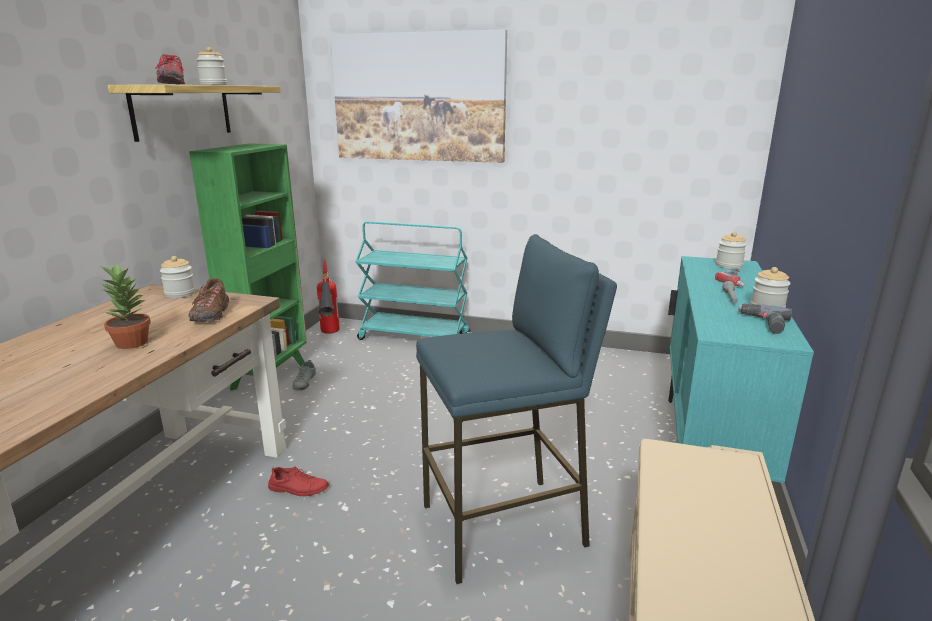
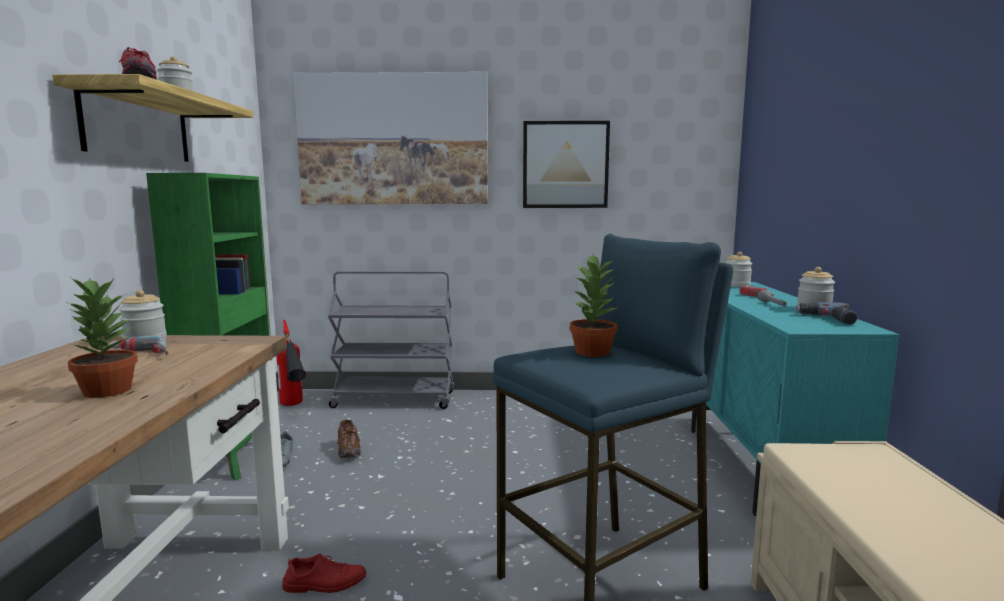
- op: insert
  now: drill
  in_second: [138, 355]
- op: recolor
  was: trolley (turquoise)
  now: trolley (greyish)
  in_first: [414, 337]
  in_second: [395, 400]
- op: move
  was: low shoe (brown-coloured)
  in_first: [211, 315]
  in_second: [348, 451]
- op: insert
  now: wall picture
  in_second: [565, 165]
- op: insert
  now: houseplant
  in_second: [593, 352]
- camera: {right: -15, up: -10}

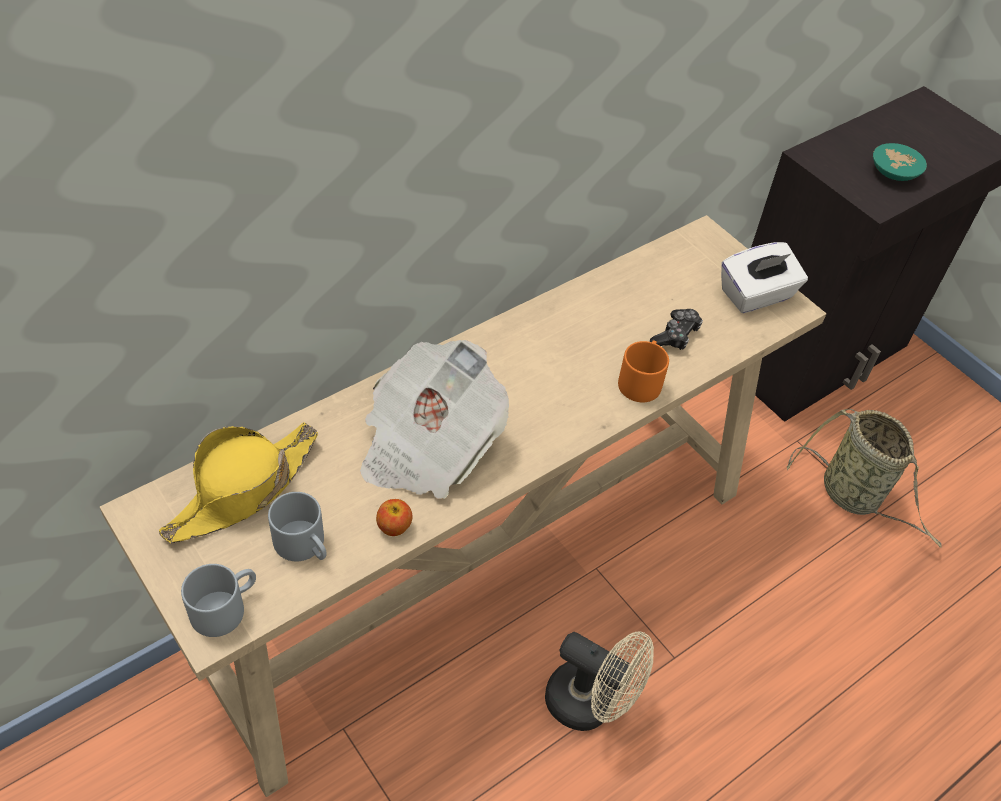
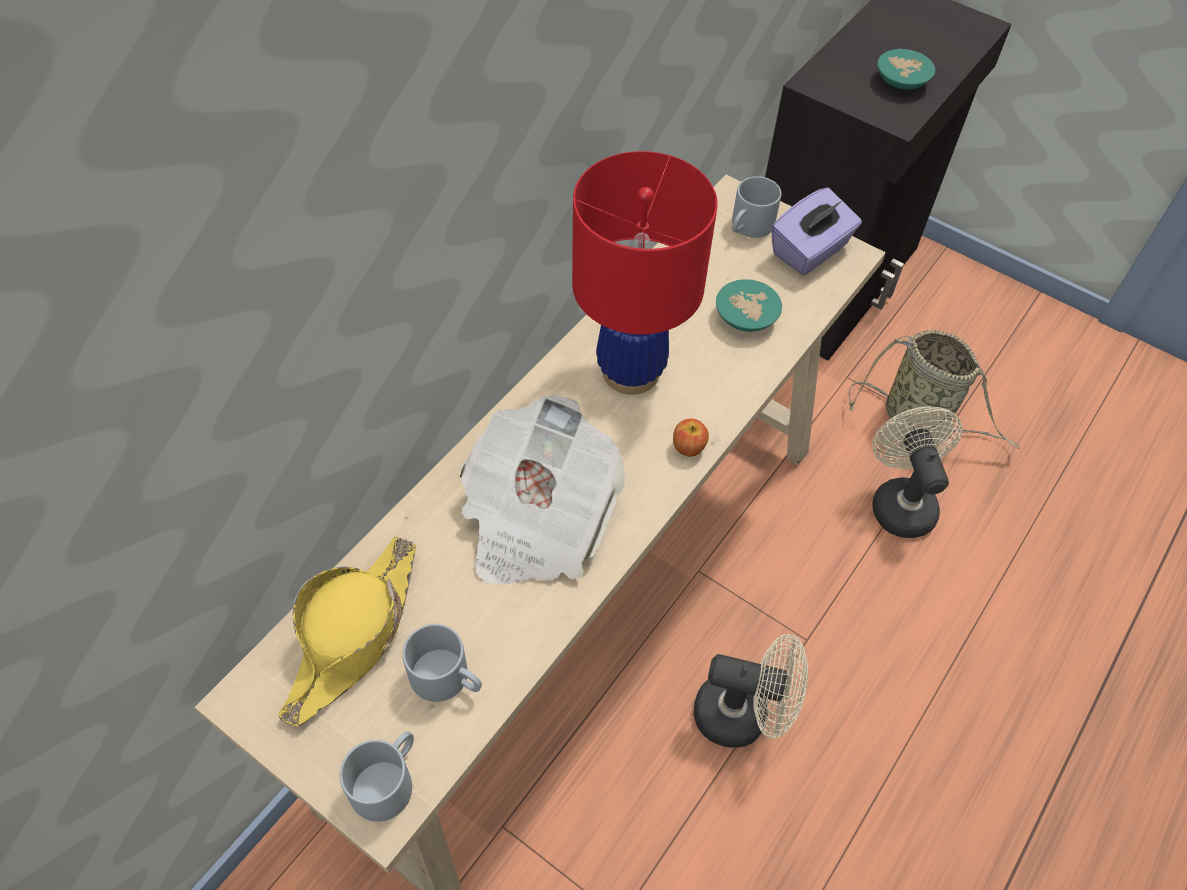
- op: insert
  now: tabletop lamp (reddish)
  in_second: [630, 371]
- op: move
  was: apple fruit
  in_first: [394, 526]
  in_second: [689, 447]
- op: replace
  was: gamepad
  now: serving bowl (turquoise)
  in_first: [676, 335]
  in_second: [746, 319]
- op: insert
  now: mug (greyish)
  in_second: [749, 227]
- op: recolor
  was: tissue holder (white)
  now: tissue holder (purplish)
  in_first: [756, 295]
  in_second: [810, 251]
- op: insert
  now: cooling fan (sand-coloured)
  in_second: [899, 501]
- op: delete
  was: mug (orange-coloured)
  in_first: [641, 380]
- camera: {right: -15, up: 5}

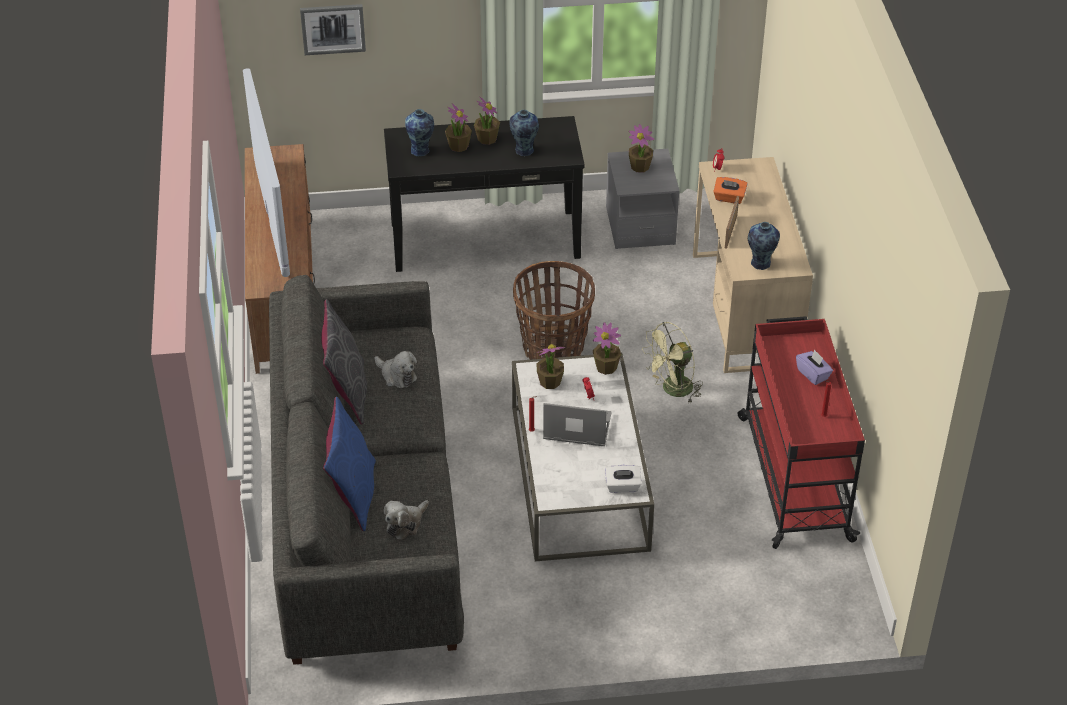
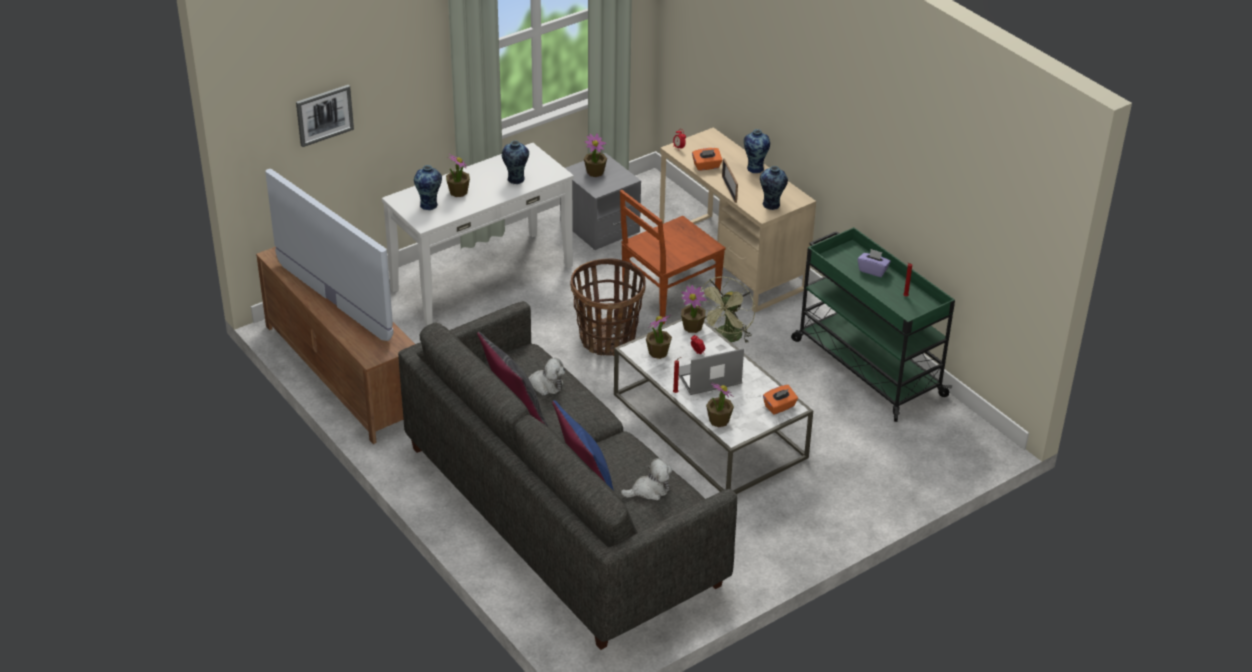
- op: recolor
  was: narrow table (black-coloured)
  now: narrow table (white)
  in_first: [485, 240]
  in_second: [482, 277]
- op: insert
  now: plain chair (brown-coloured)
  in_second: [668, 296]
- op: rotate
  was: plush toy
  in_first: [405, 524]
  in_second: [649, 490]
  clockwise: -120
- op: move
  was: houseplant
  in_first: [487, 139]
  in_second: [718, 420]
- op: insert
  now: vase
  in_second: [755, 168]
- op: recolor
  was: tissue holder (white)
  now: tissue holder (orange-coloured)
  in_first: [622, 487]
  in_second: [779, 407]
- op: recolor
  was: trolley (reddish)
  now: trolley (green)
  in_first: [793, 476]
  in_second: [866, 367]
- camera: {right: -30, up: -5}

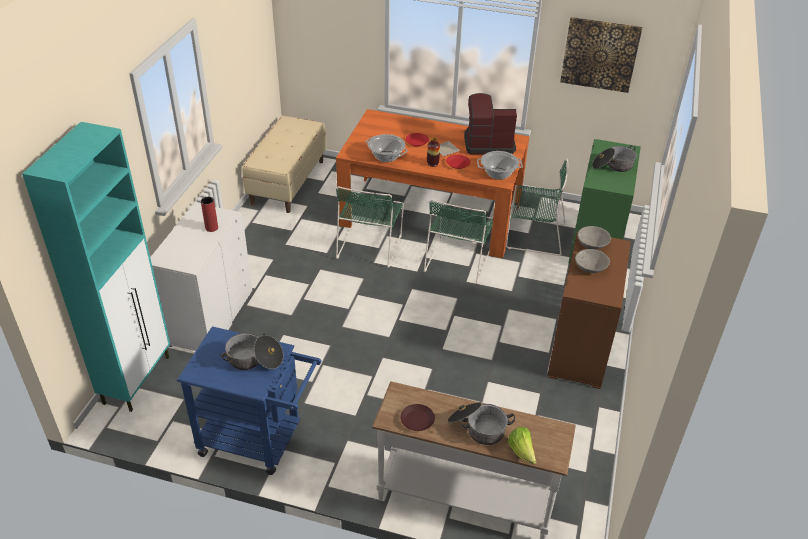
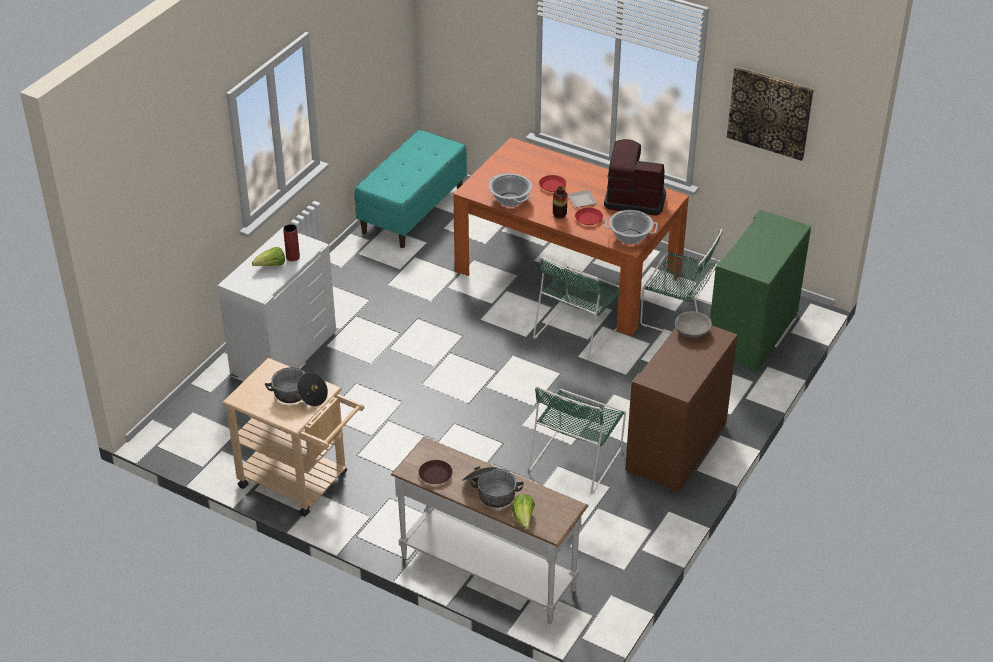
- op: recolor
  was: trolley (blue-coloured)
  now: trolley (sand-coloured)
  in_first: [259, 440]
  in_second: [301, 483]
- op: insert
  now: lettuce head
  in_second: [271, 266]
- op: recolor
  was: bench (sand-coloured)
  now: bench (turquoise)
  in_first: [287, 182]
  in_second: [412, 210]
- op: move
  was: plain chair (green)
  in_first: [370, 245]
  in_second: [577, 458]
- op: delete
  was: cabinet (turquoise)
  in_first: [137, 379]
- op: delete
  was: serving bowl (greyish)
  in_first: [590, 267]
- op: delete
  was: stockpot
  in_first: [613, 166]
- camera: {right: 15, up: 0}

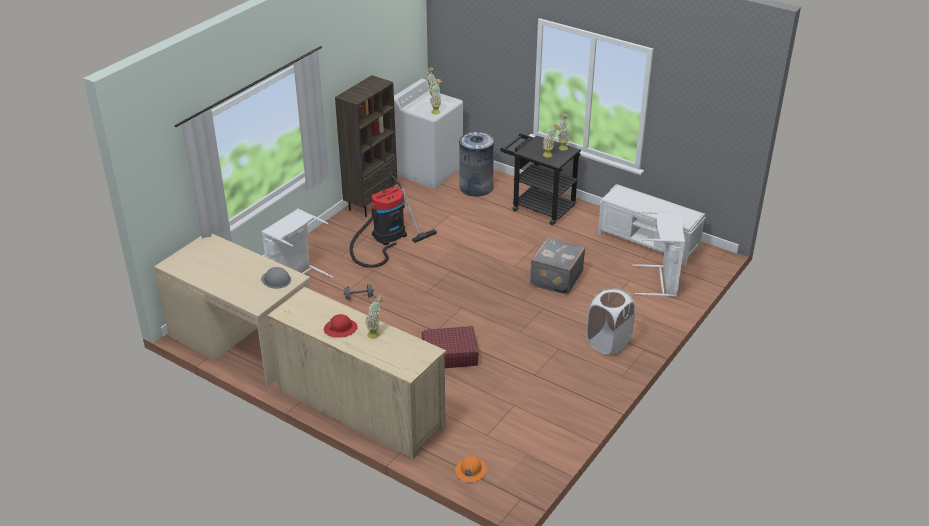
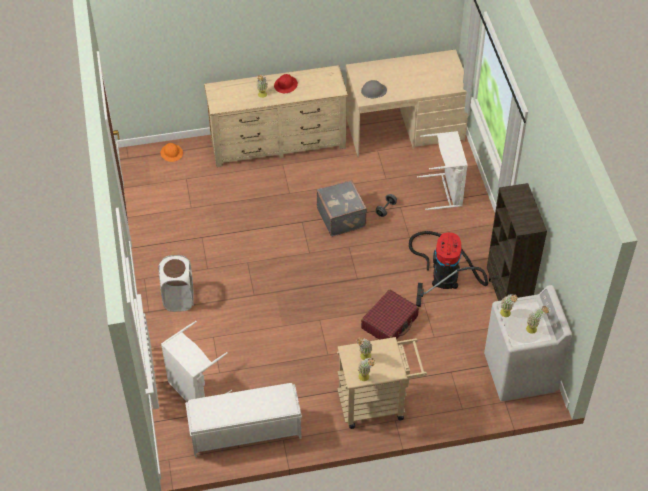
- op: move
  was: piece of luggage (greyish)
  in_first: [555, 278]
  in_second: [342, 217]
- op: recolor
  was: trolley (black-coloured)
  now: trolley (sand-coloured)
  in_first: [538, 207]
  in_second: [377, 403]
- op: move
  was: piece of luggage (reddish)
  in_first: [449, 355]
  in_second: [389, 322]
- op: delete
  was: rubbish bin (greyish)
  in_first: [476, 187]
- camera: {right: 135, up: 15}

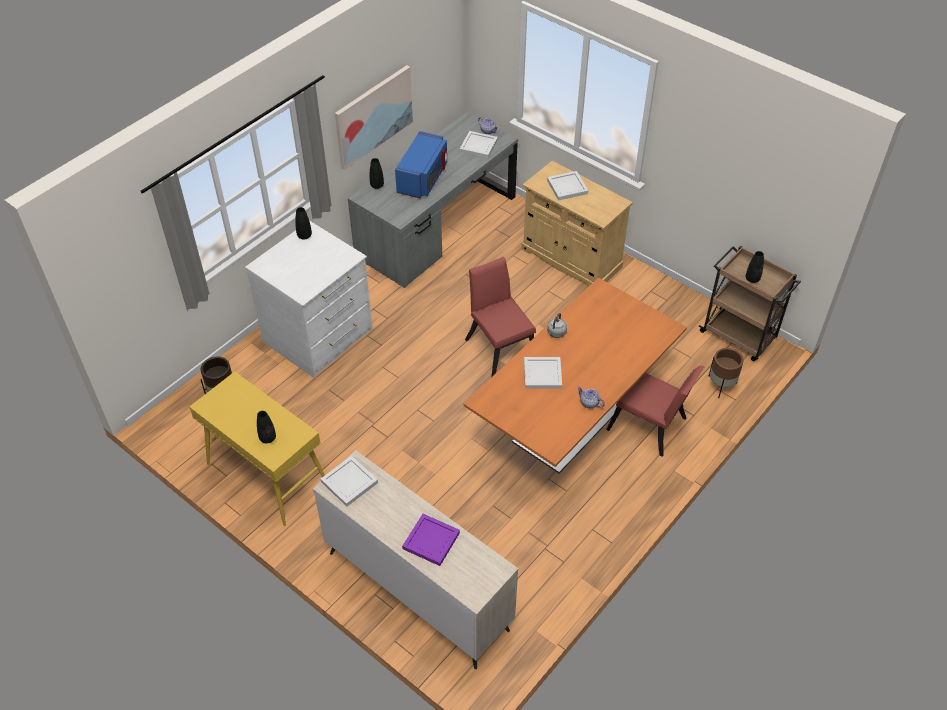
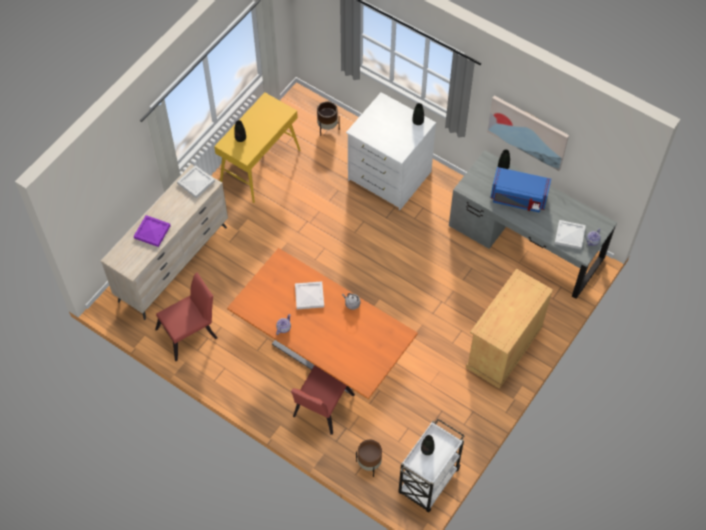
- op: move
  was: plain chair (reddish)
  in_first: [500, 346]
  in_second: [190, 332]
- op: recolor
  was: trolley (brown-coloured)
  now: trolley (white)
  in_first: [739, 336]
  in_second: [428, 482]
- op: delete
  was: serving tray (white)
  in_first: [567, 186]
- camera: {right: 85, up: 10}

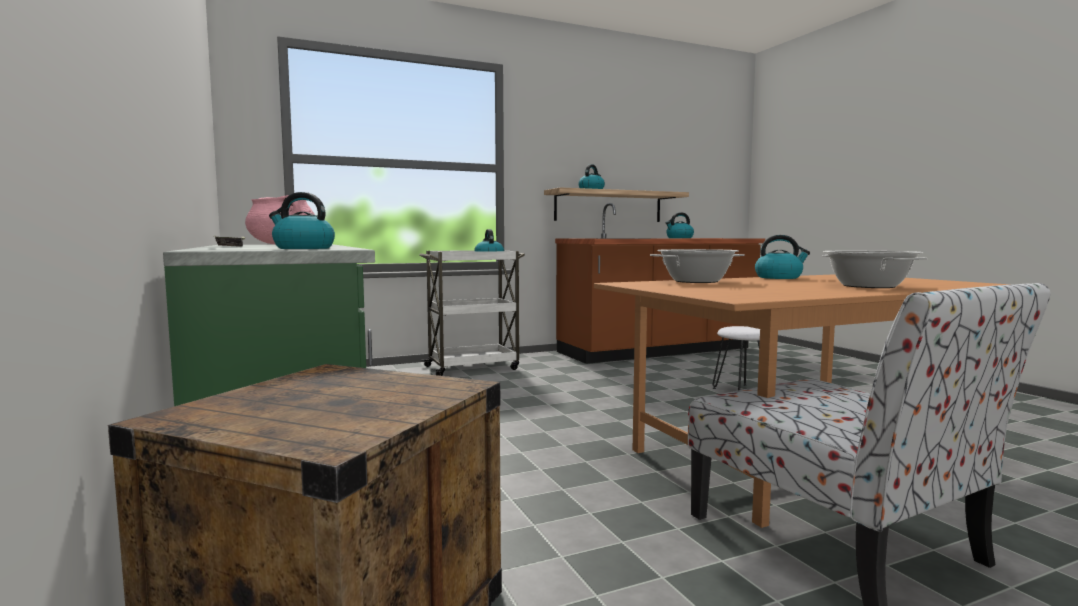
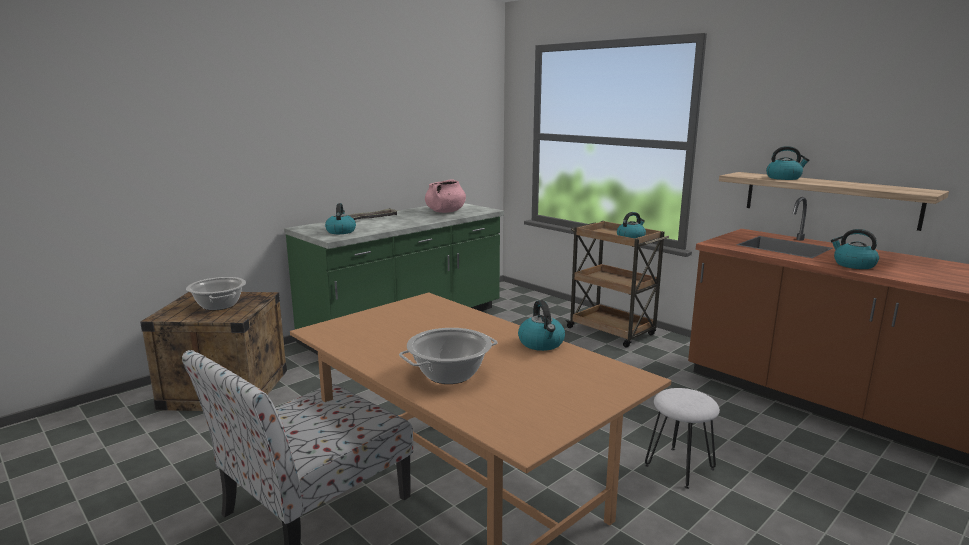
- op: move
  was: stockpot
  in_first: [696, 281]
  in_second: [219, 305]
- op: recolor
  was: trolley (white)
  now: trolley (brown-coloured)
  in_first: [473, 367]
  in_second: [612, 332]
- camera: {right: 70, up: 10}

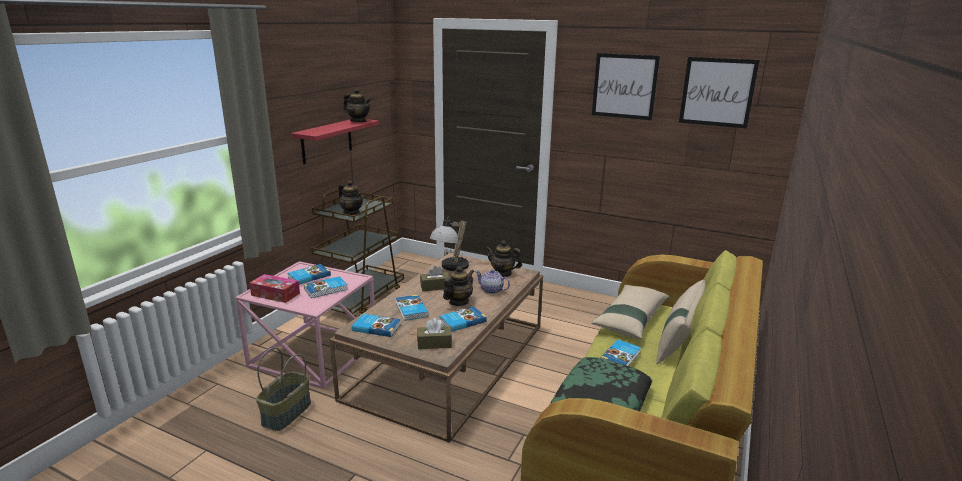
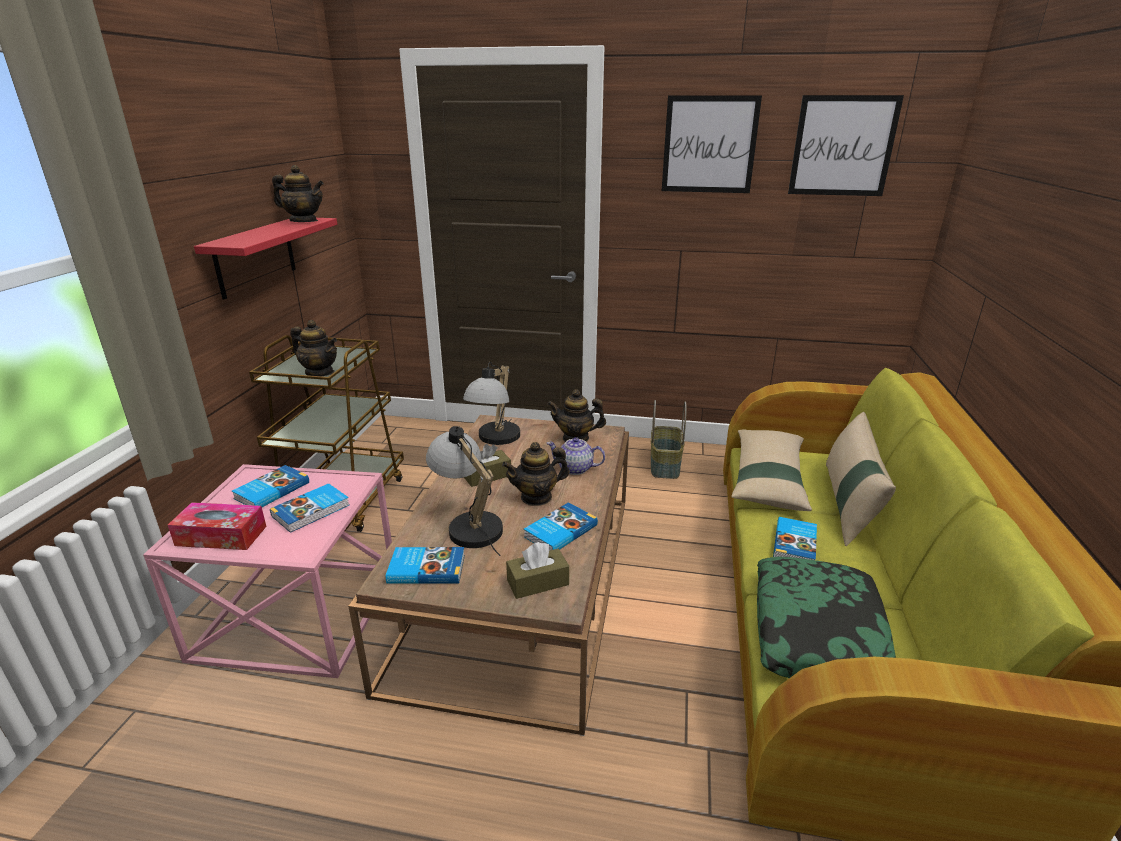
- op: replace
  was: bound book
  now: tabletop lamp
  in_first: [410, 310]
  in_second: [468, 524]
- op: rotate
  was: pot for tea
  in_first: [458, 302]
  in_second: [536, 497]
  clockwise: -135
- op: move
  was: basket
  in_first: [287, 413]
  in_second: [665, 465]
- camera: {right: -15, up: 5}

